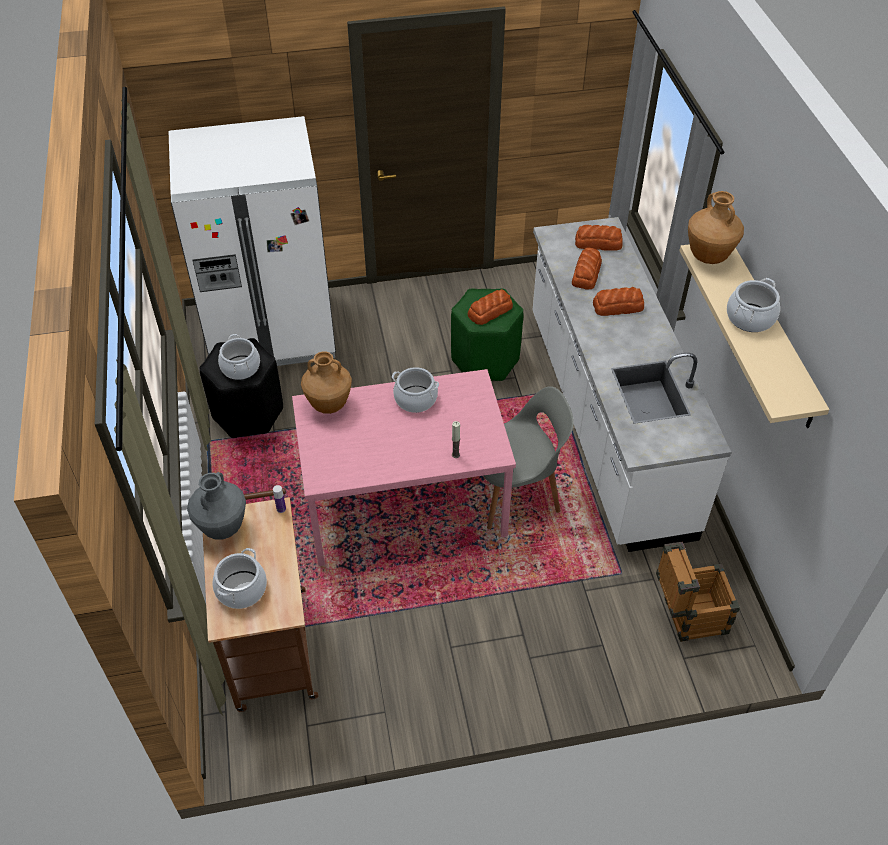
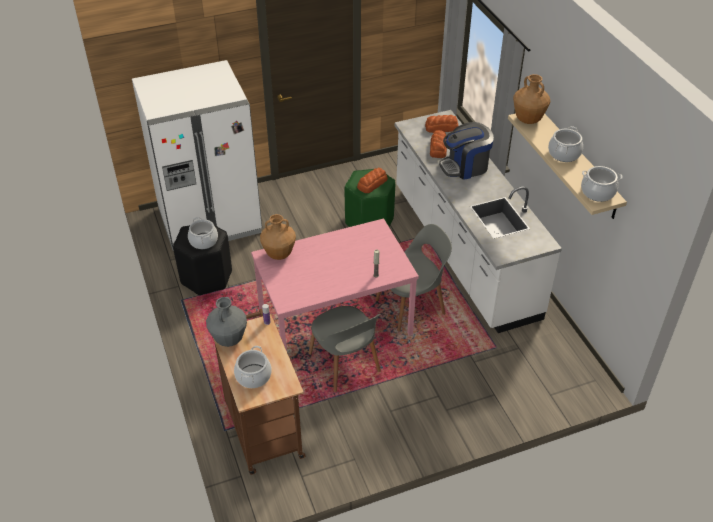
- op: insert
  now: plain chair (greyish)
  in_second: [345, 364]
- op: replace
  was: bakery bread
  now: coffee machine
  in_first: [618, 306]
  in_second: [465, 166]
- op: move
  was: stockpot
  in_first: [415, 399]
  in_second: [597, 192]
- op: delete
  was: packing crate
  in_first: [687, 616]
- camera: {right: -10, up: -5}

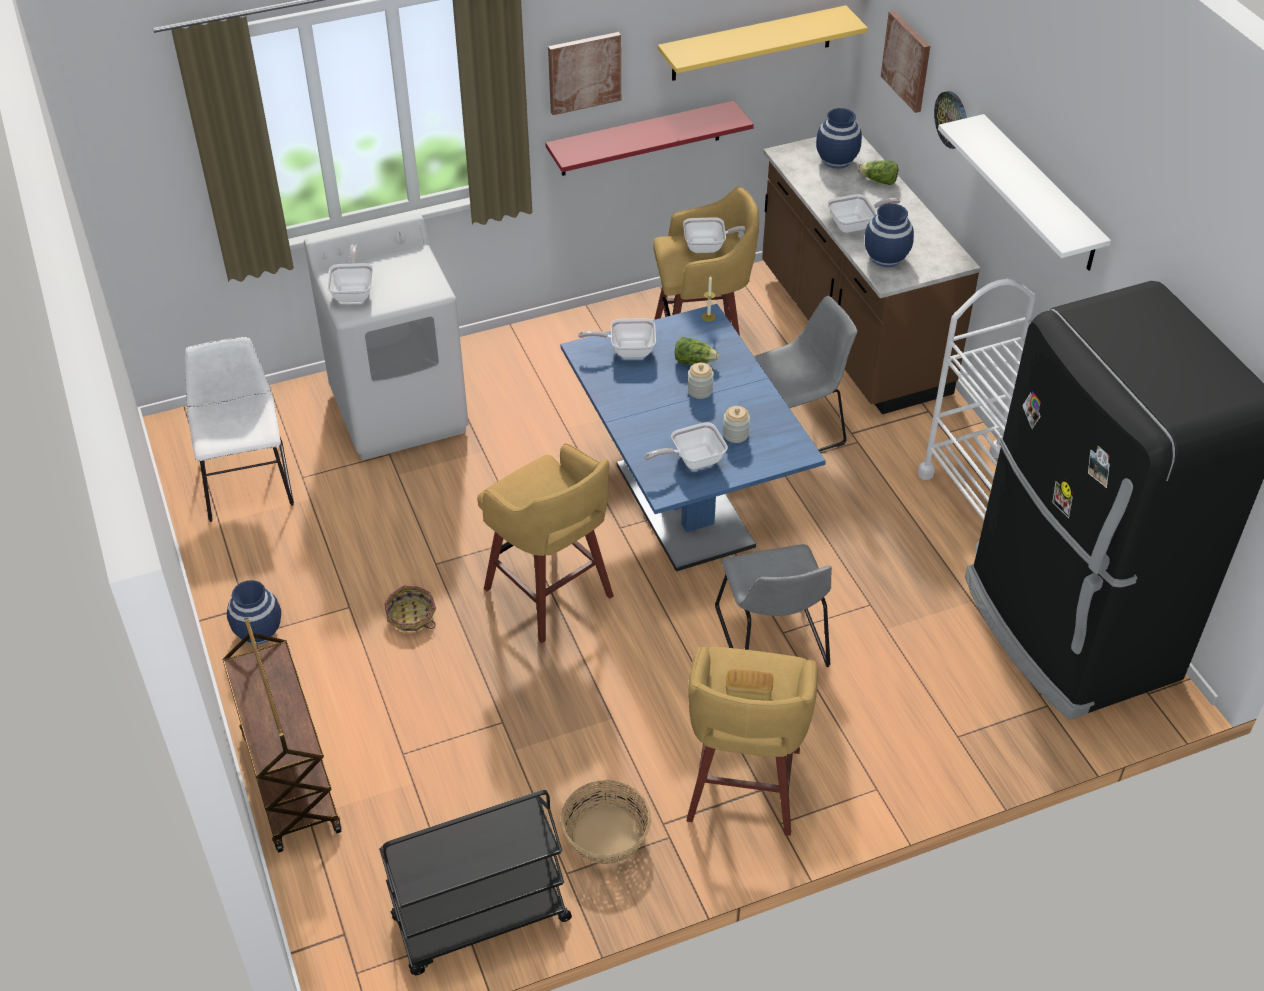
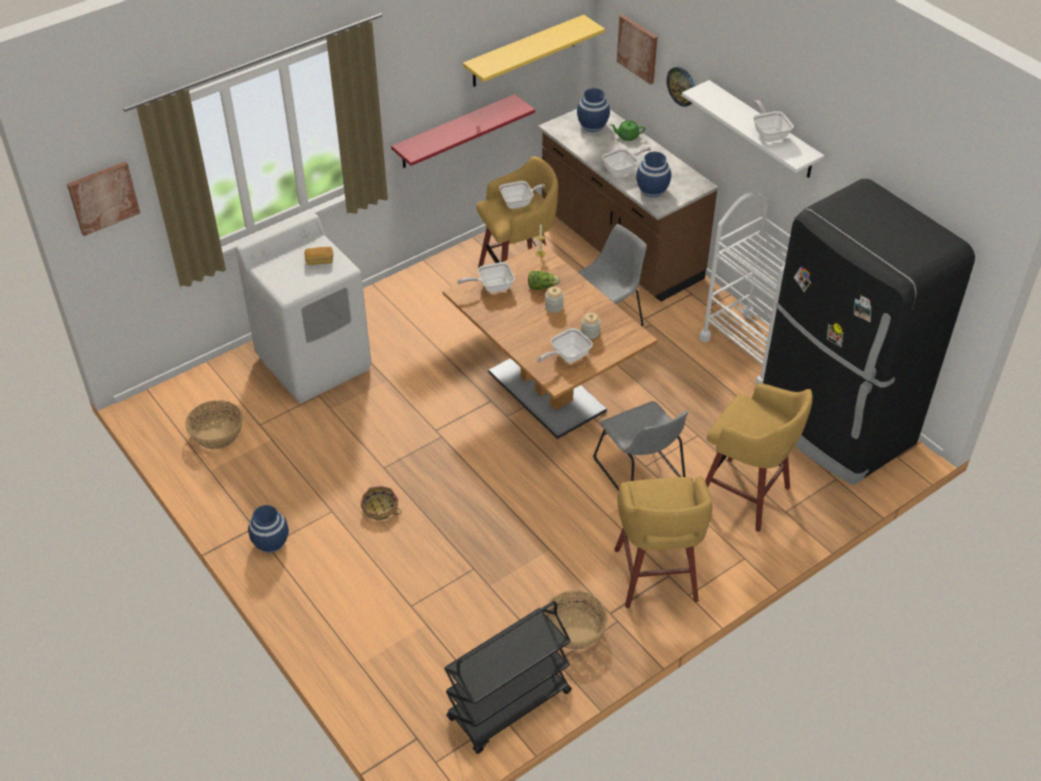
- op: move
  was: wall picture
  in_first: [584, 72]
  in_second: [103, 197]
- op: replace
  was: plain chair (white)
  now: basket
  in_first: [246, 478]
  in_second: [217, 433]
- op: move
  was: bakery bread
  in_first: [748, 691]
  in_second: [319, 261]
- op: recolor
  was: dining table (blue-coloured)
  now: dining table (brown-coloured)
  in_first: [684, 505]
  in_second: [546, 391]
- op: replace
  was: lettuce head
  now: pot for tea (green)
  in_first: [878, 181]
  in_second: [627, 136]
- op: move
  was: stool (yellow)
  in_first: [551, 595]
  in_second: [746, 496]
- op: move
  was: pan
  in_first: [354, 291]
  in_second: [769, 133]
- op: delete
  was: trolley (brown-coloured)
  in_first: [290, 780]
- camera: {right: -15, up: 0}

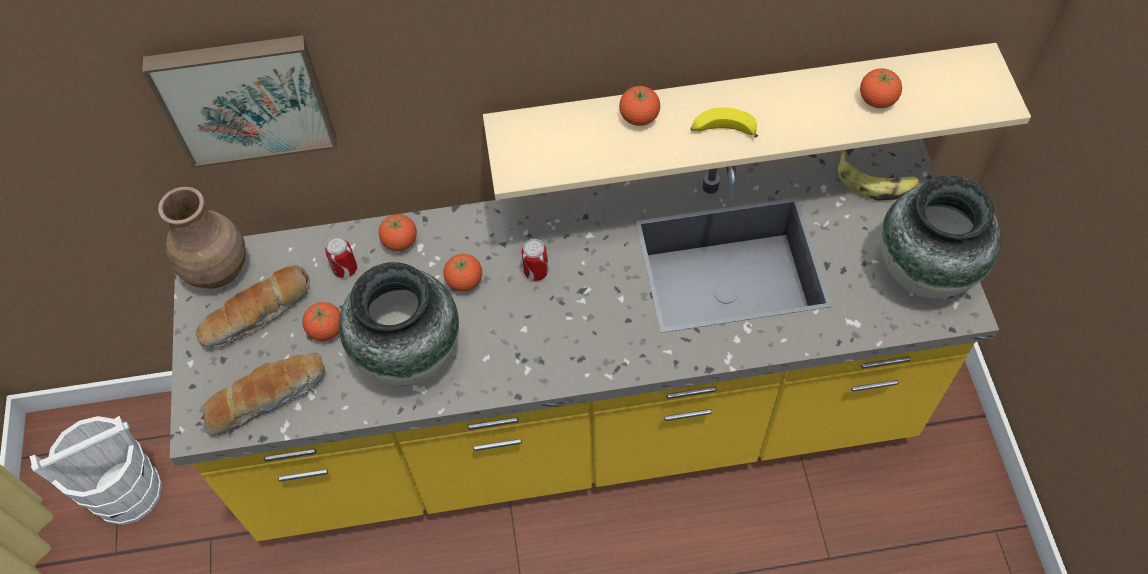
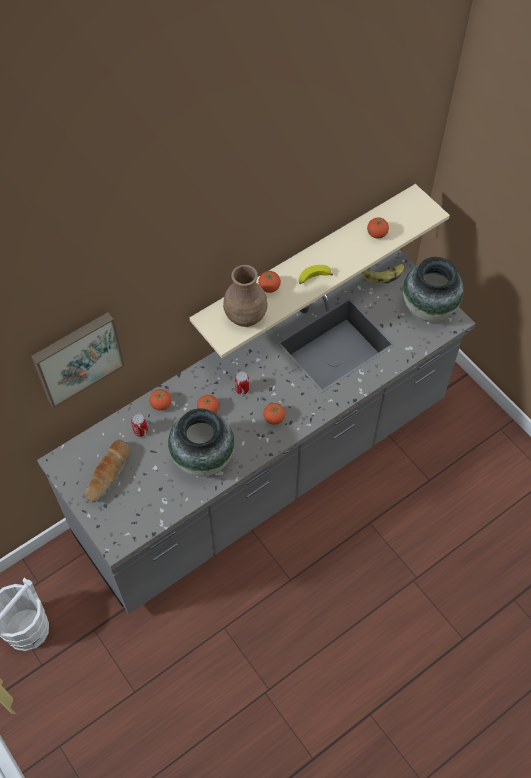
- op: recolor
  was: kitchen counter (yellow)
  now: kitchen counter (greyish)
  in_first: [580, 422]
  in_second: [265, 471]
- op: move
  was: vase (brown-coloured)
  in_first: [218, 271]
  in_second: [246, 317]
- op: move
  was: whole tomato
  in_first: [326, 330]
  in_second: [274, 418]
- op: delete
  was: bakery bread
  in_first: [266, 397]
- camera: {right: -30, up: 0}

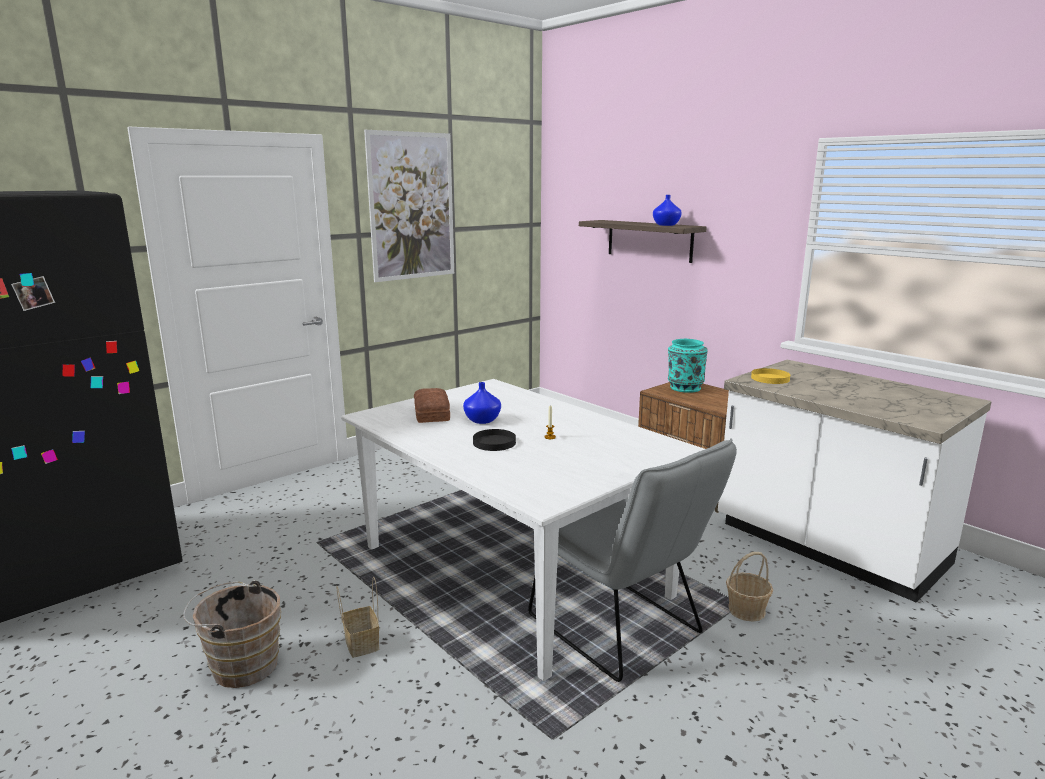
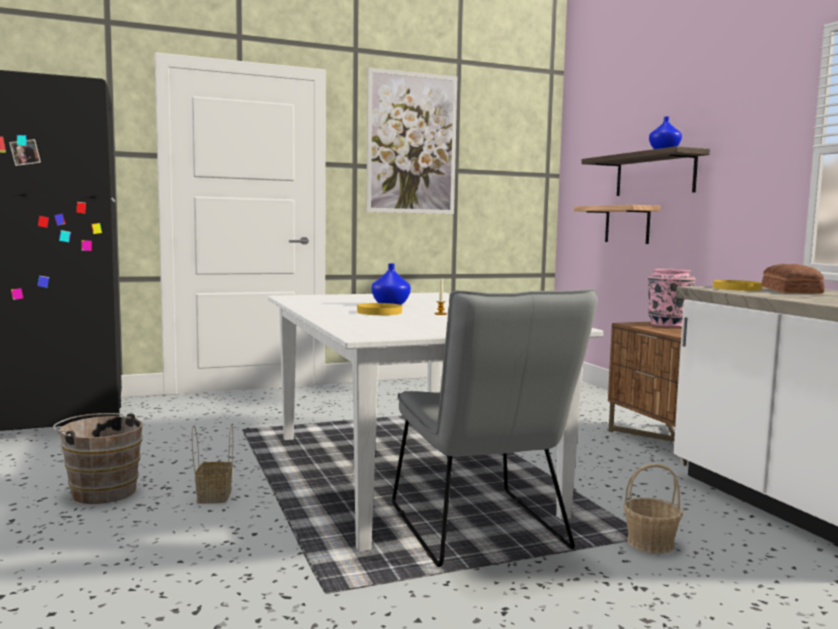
- op: recolor
  was: plate (black-coloured)
  now: plate (yellow)
  in_first: [494, 442]
  in_second: [379, 312]
- op: insert
  now: wall shelf
  in_second: [627, 224]
- op: recolor
  was: vase (turquoise)
  now: vase (pink-coloured)
  in_first: [684, 388]
  in_second: [668, 324]
- op: move
  was: bakery bread
  in_first: [430, 413]
  in_second: [789, 290]
- camera: {right: 20, up: -10}

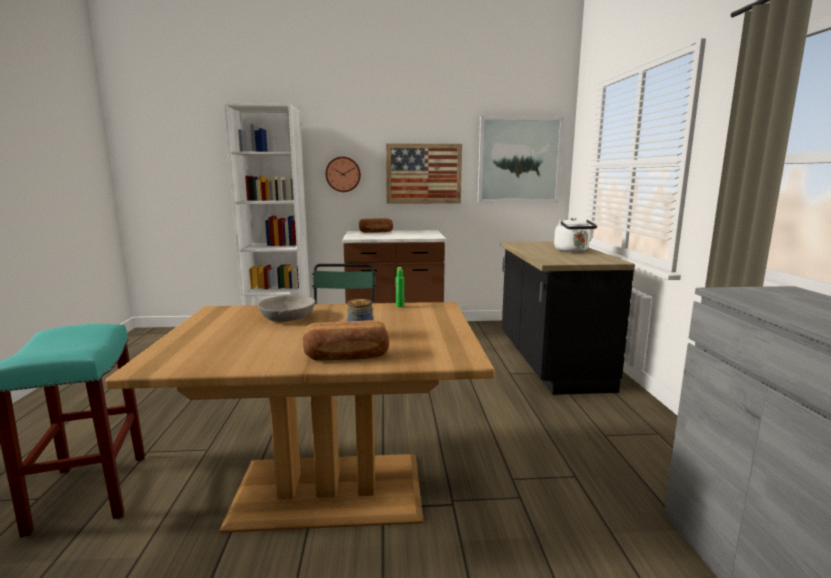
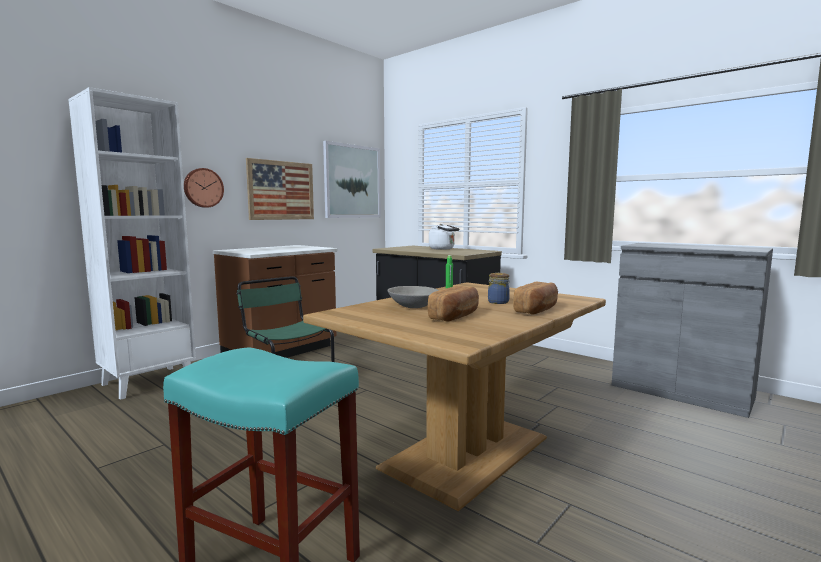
- op: move
  was: bakery bread
  in_first: [376, 232]
  in_second: [455, 316]
- camera: {right: -45, up: -5}

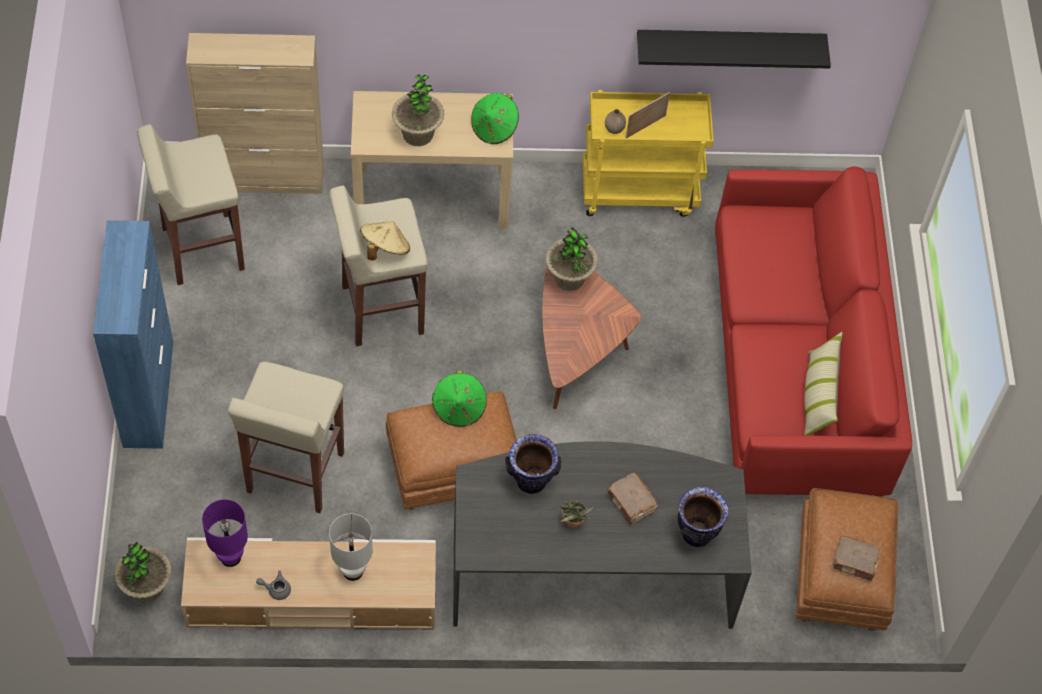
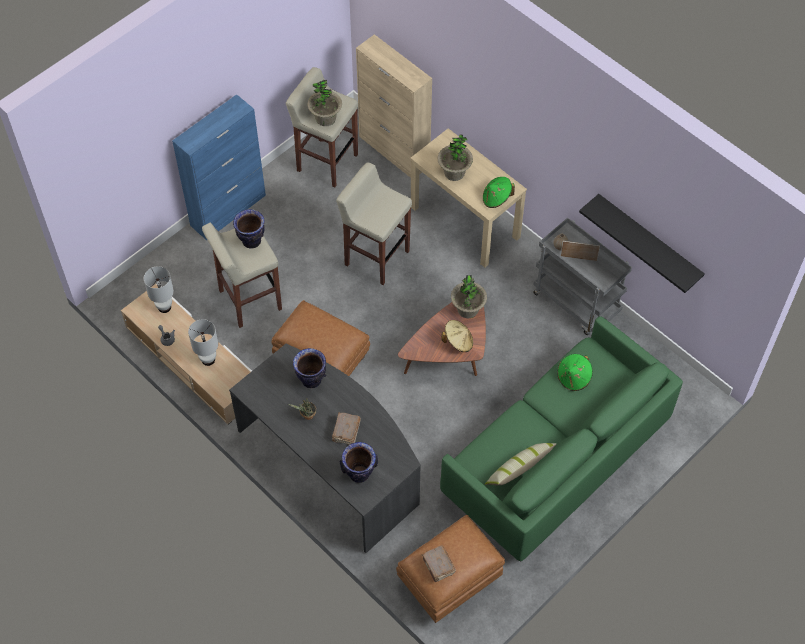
- op: recolor
  was: tabletop lamp (purplish)
  now: tabletop lamp (white)
  in_first: [230, 557]
  in_second: [164, 307]
- op: insert
  now: vase
  in_second: [251, 241]
- op: move
  was: houseplant
  in_first: [147, 587]
  in_second: [325, 118]
- op: recolor
  was: couch (reddish)
  now: couch (green)
  in_first: [797, 365]
  in_second: [556, 458]
- op: move
  was: clothing hat (sand-coloured)
  in_first: [385, 248]
  in_second: [458, 341]
- op: recolor
  was: trolley (yellow)
  now: trolley (greyish)
  in_first: [639, 191]
  in_second: [577, 303]
- op: move
  was: clothing hat (green)
  in_first: [459, 408]
  in_second: [574, 378]
- camera: {right: 50, up: 0}

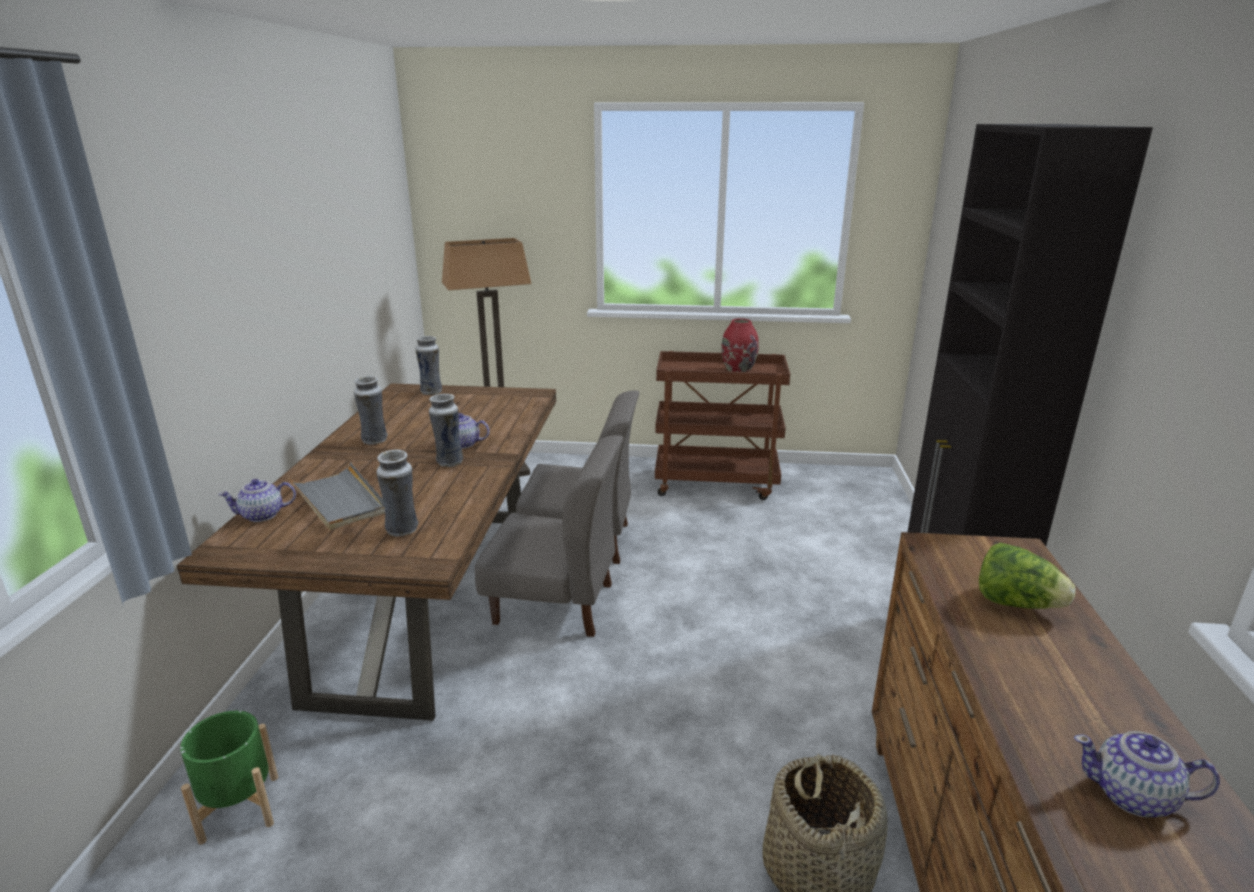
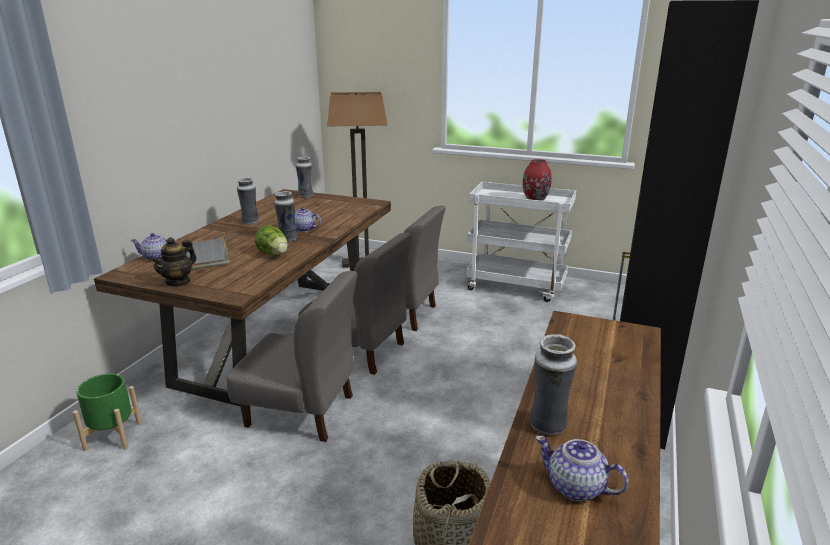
- op: insert
  now: pot for tea
  in_second: [178, 282]
- op: insert
  now: plain chair (greyish)
  in_second: [301, 411]
- op: move
  was: lettuce head
  in_first: [1016, 603]
  in_second: [274, 254]
- op: recolor
  was: trolley (brown-coloured)
  now: trolley (white)
  in_first: [716, 483]
  in_second: [516, 286]
- op: move
  was: vase
  in_first: [402, 530]
  in_second: [548, 426]
- camera: {right: 15, up: 0}

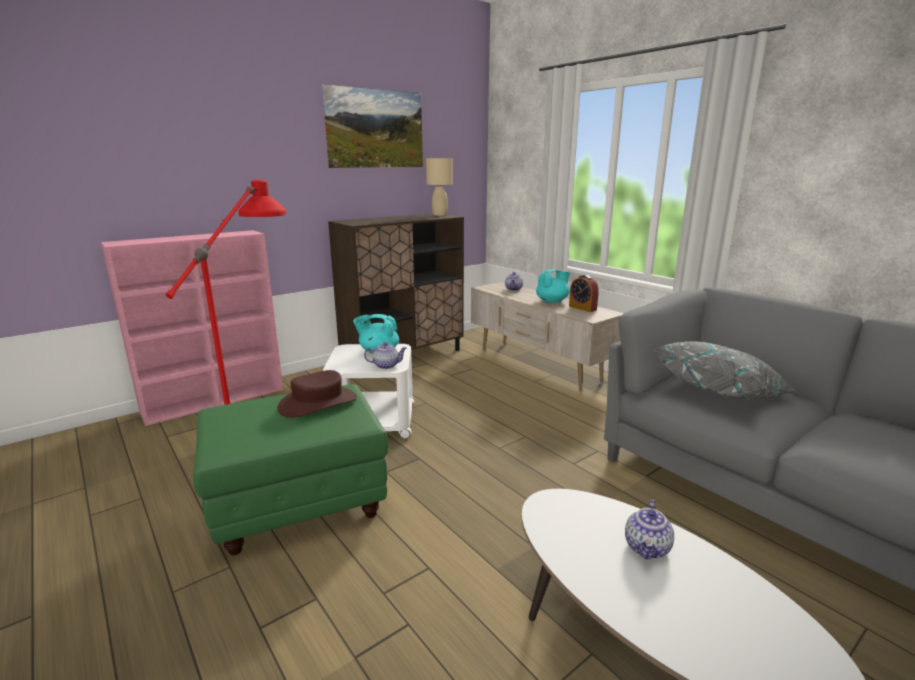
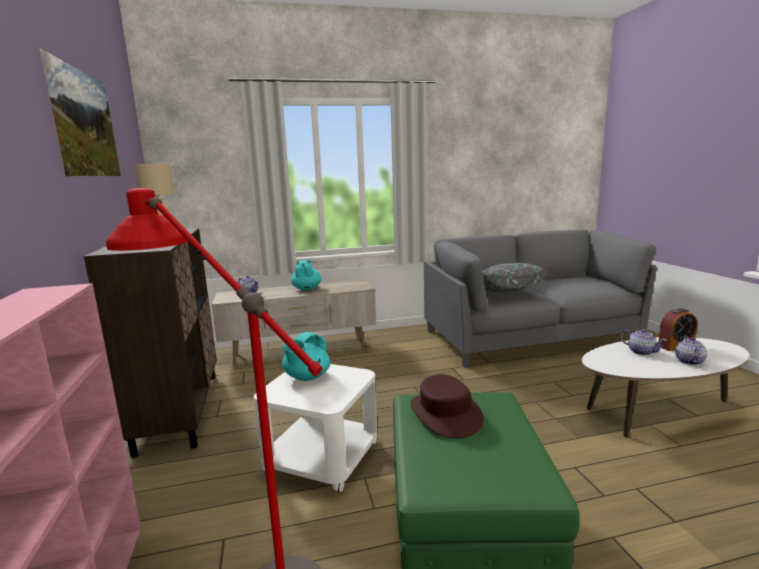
- op: move
  was: bedside clock
  in_first: [582, 308]
  in_second: [675, 346]
- op: move
  was: pot for tea
  in_first: [386, 365]
  in_second: [688, 361]
- camera: {right: -65, up: -5}

